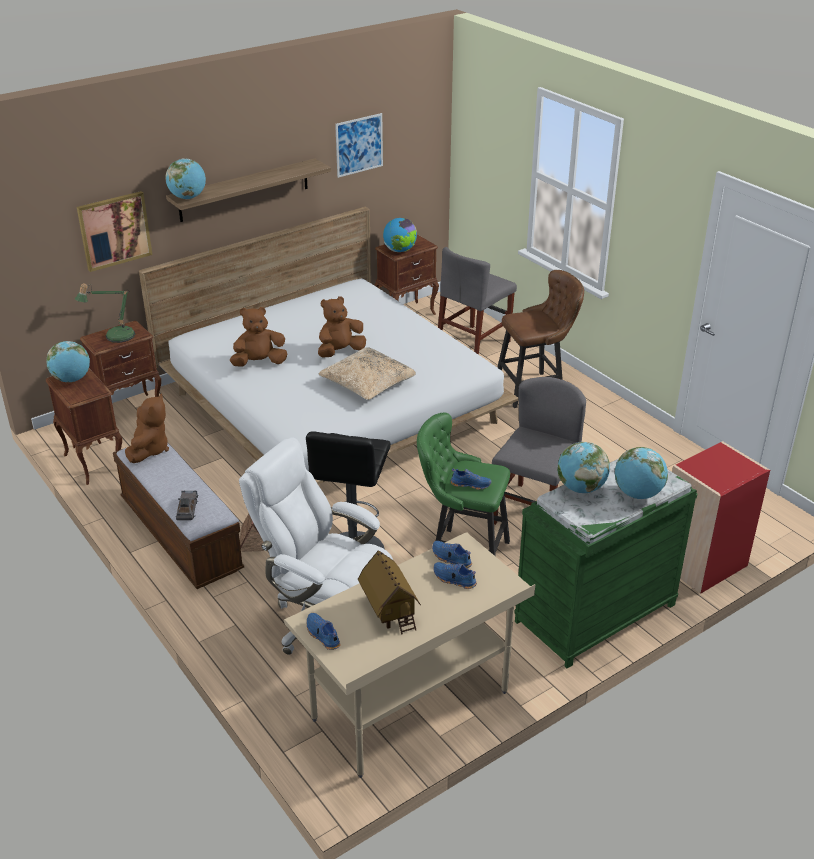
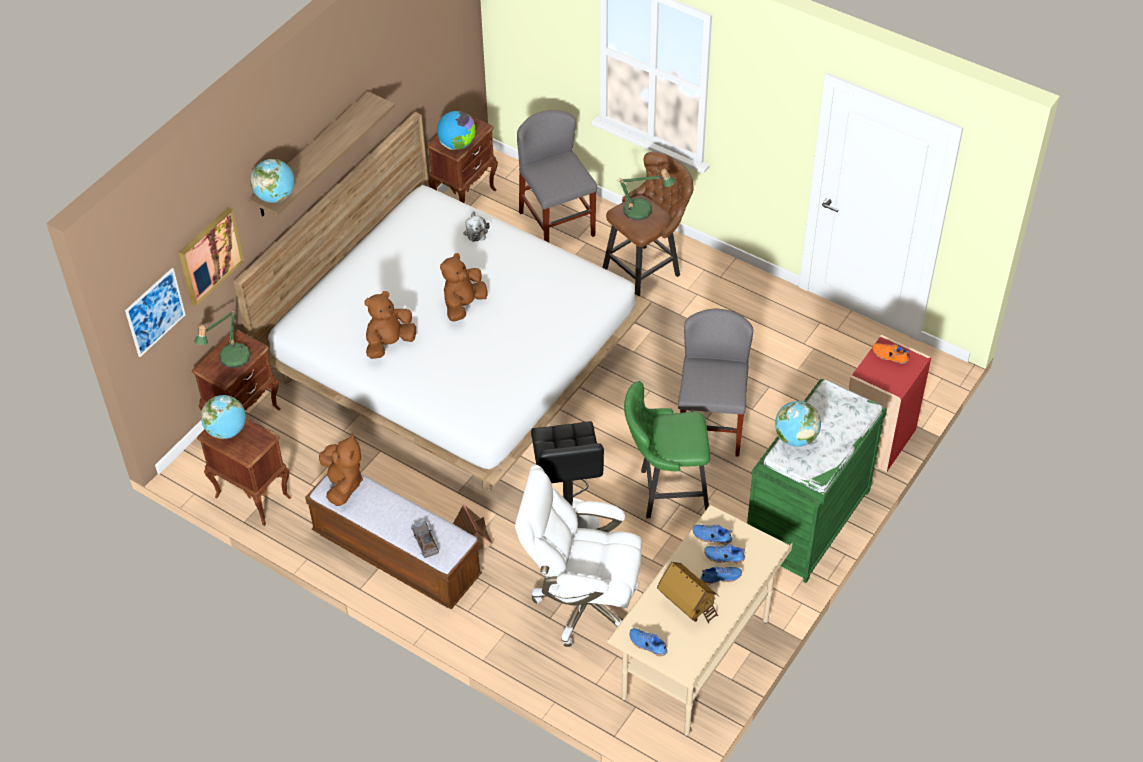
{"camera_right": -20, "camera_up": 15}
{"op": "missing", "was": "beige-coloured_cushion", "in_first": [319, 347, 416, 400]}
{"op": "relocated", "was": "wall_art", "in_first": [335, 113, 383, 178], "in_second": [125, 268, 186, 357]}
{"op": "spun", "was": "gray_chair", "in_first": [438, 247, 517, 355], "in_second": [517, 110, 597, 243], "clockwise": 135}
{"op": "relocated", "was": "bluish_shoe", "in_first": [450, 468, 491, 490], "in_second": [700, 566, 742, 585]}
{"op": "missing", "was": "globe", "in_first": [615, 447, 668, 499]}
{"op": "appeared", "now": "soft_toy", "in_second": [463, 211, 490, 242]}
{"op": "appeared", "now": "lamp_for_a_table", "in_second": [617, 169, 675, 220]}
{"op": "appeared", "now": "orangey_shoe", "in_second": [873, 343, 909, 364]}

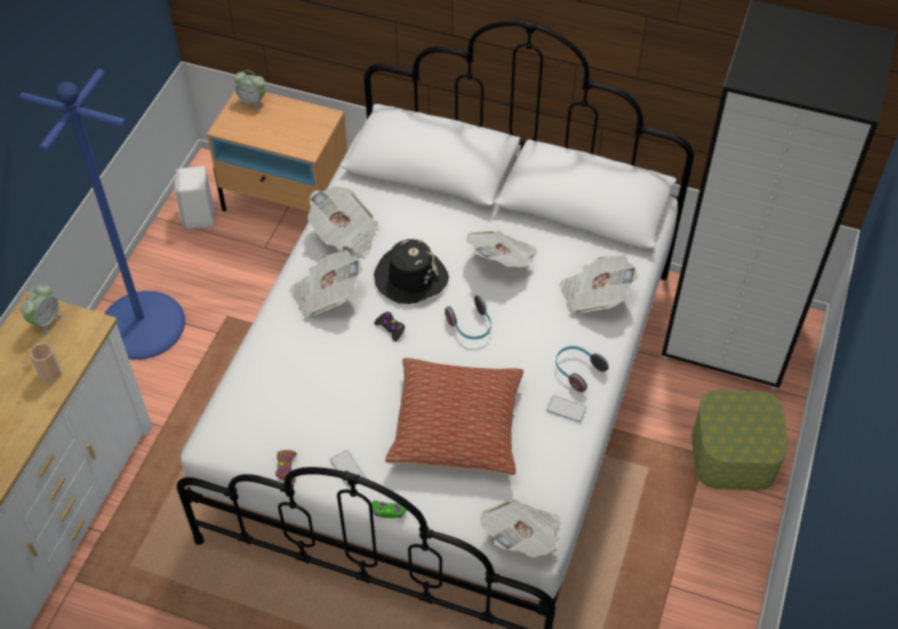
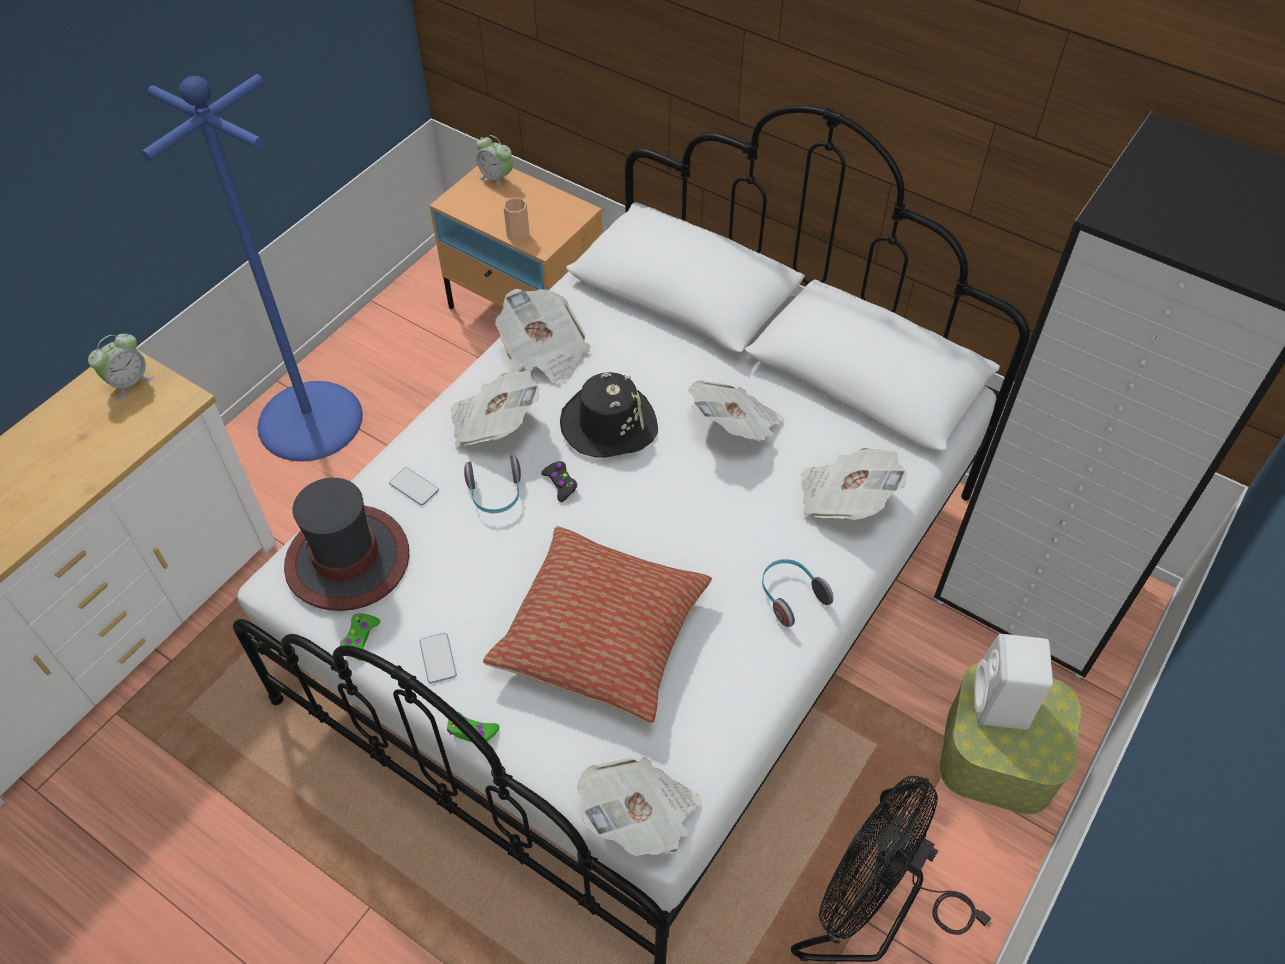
{"camera_right": 15, "camera_up": 0}
{"op": "relocated", "was": "cup", "in_first": [30, 343, 61, 382], "in_second": [503, 198, 530, 242]}
{"op": "relocated", "was": "white_audio_speaker", "in_first": [175, 166, 214, 230], "in_second": [974, 634, 1053, 730]}
{"op": "colour", "was": "brown-coloured_game_controller", "now": "green-coloured_game_controller", "in_first": [275, 450, 297, 483], "in_second": [340, 614, 380, 661]}
{"op": "relocated", "was": "headphones", "in_first": [445, 295, 491, 340], "in_second": [464, 455, 521, 513]}
{"op": "relocated", "was": "phone", "in_first": [547, 395, 587, 422], "in_second": [389, 467, 439, 506]}
{"op": "appeared", "now": "wearable_hat", "in_second": [284, 478, 409, 611]}
{"op": "appeared", "now": "black-coloured_cooling_fan", "in_second": [791, 776, 992, 962]}

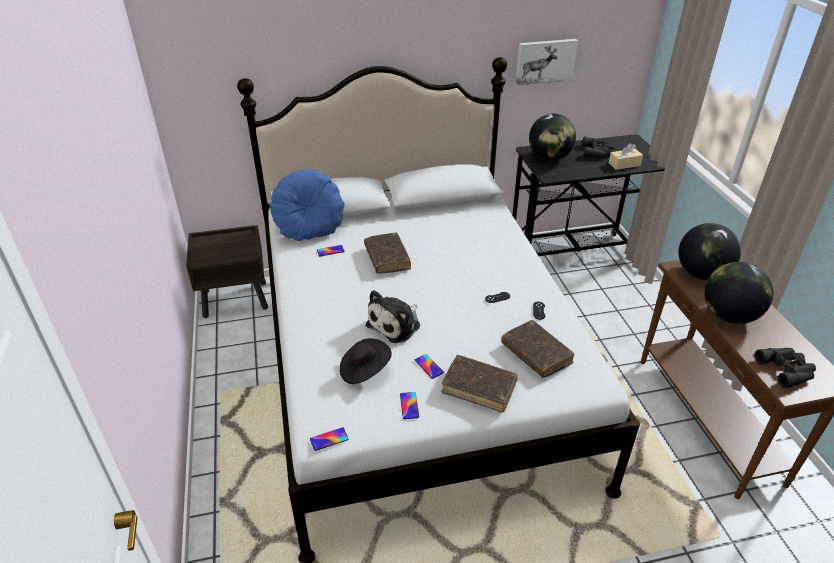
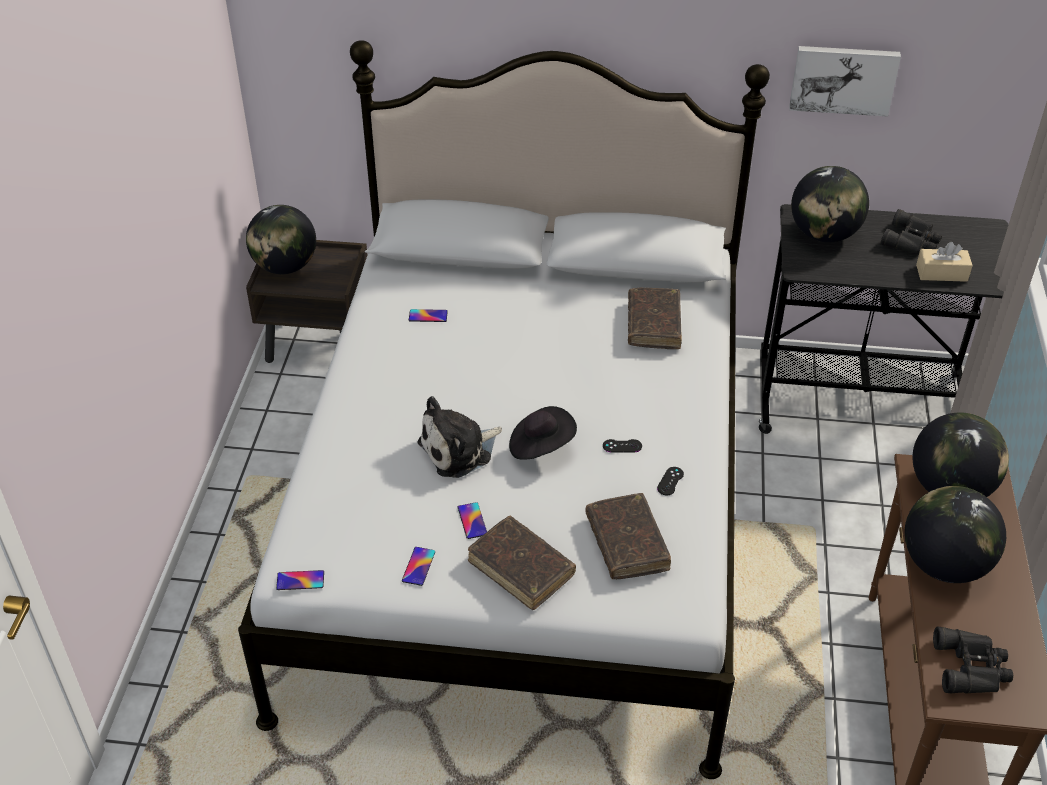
{"camera_right": 20, "camera_up": 5}
{"op": "missing", "was": "bluish_cushion", "in_first": [270, 169, 345, 241]}
{"op": "relocated", "was": "black-coloured_wearable_hat", "in_first": [340, 338, 392, 384], "in_second": [509, 406, 577, 460]}
{"op": "relocated", "was": "brown-coloured_bound_book", "in_first": [364, 232, 411, 274], "in_second": [628, 287, 682, 349]}
{"op": "appeared", "now": "globe", "in_second": [246, 205, 316, 274]}

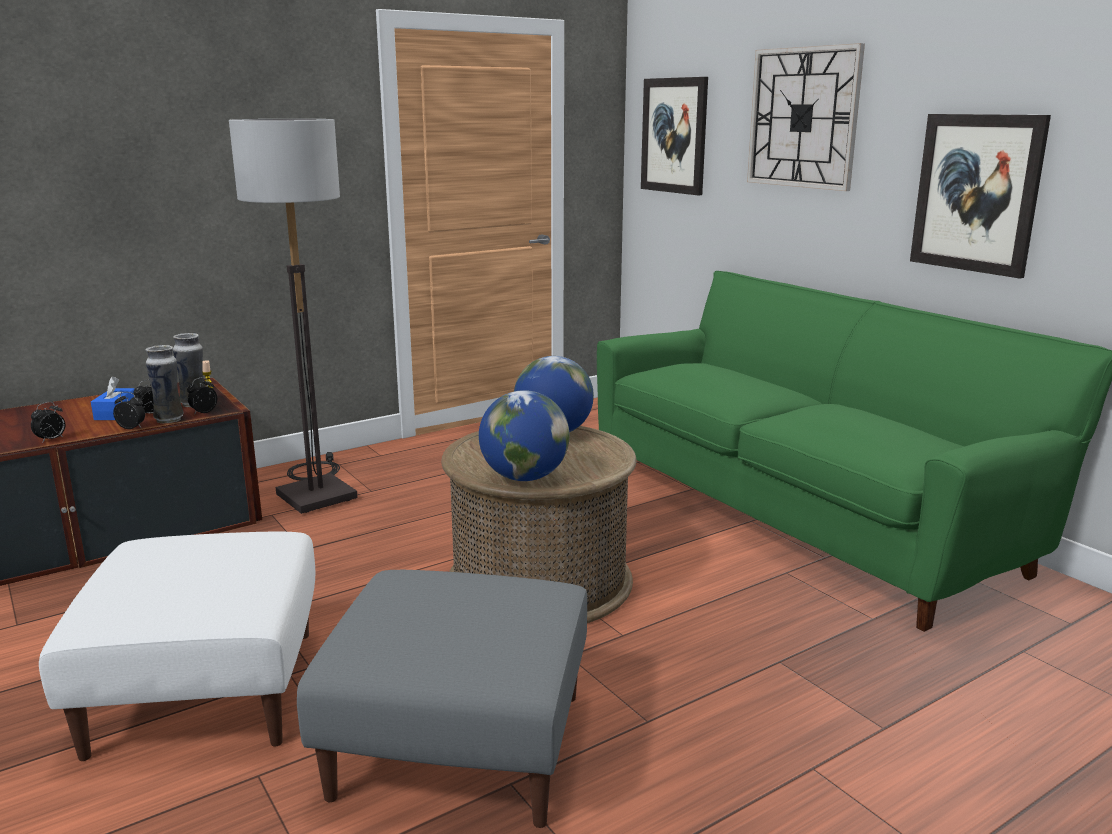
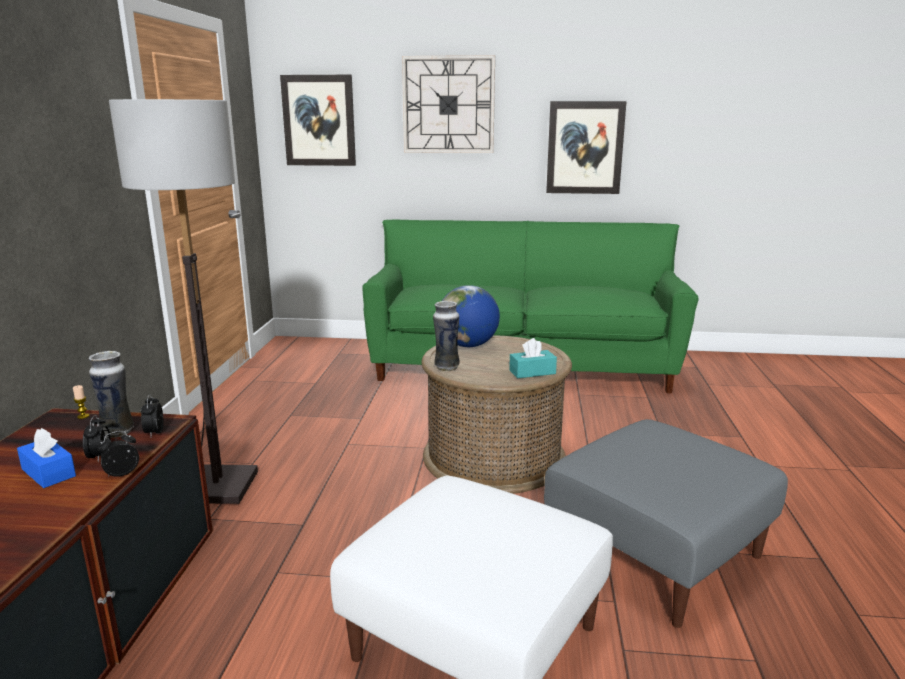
{"camera_right": -50, "camera_up": 0}
{"op": "missing", "was": "bedside_clock", "in_first": [31, 402, 65, 442]}
{"op": "relocated", "was": "flower_vase", "in_first": [146, 345, 184, 423], "in_second": [433, 301, 460, 371]}
{"op": "exchanged", "was": "globe", "now": "turquoise_box_of_tissues", "in_first": [479, 390, 570, 481], "in_second": [509, 338, 557, 378]}

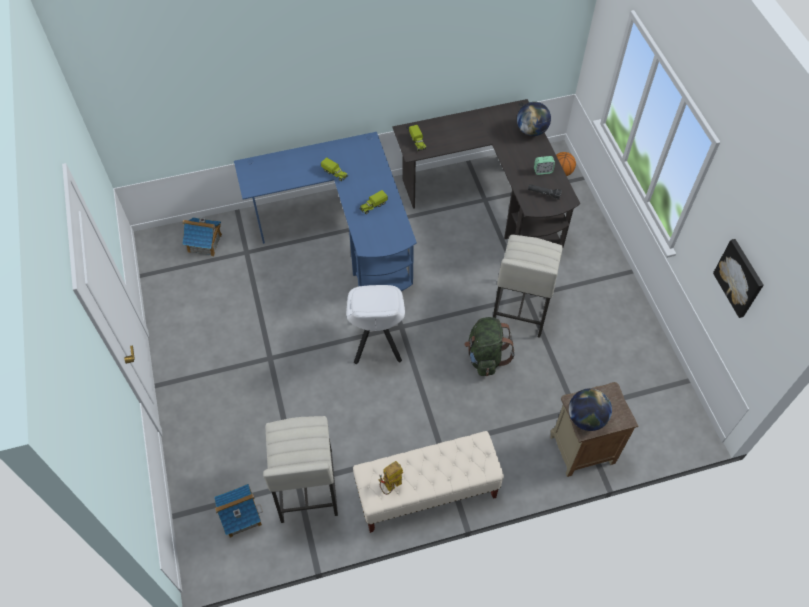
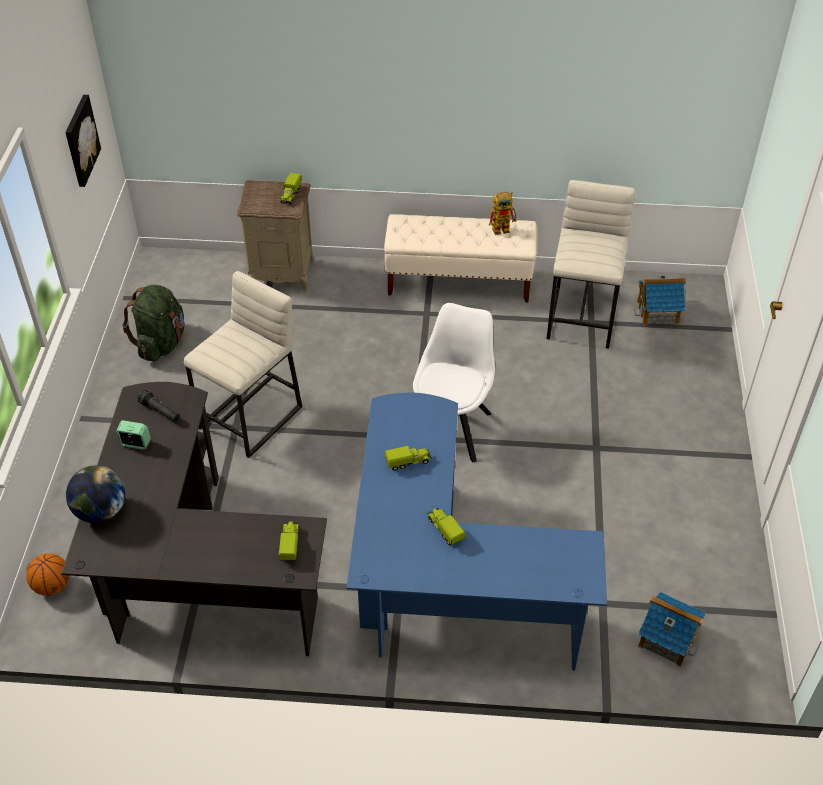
{"camera_right": -160, "camera_up": -10}
{"op": "relocated", "was": "green-coloured_knapsack", "in_first": [464, 317, 515, 376], "in_second": [123, 285, 185, 361]}
{"op": "exchanged", "was": "globe", "now": "model_truck", "in_first": [569, 388, 612, 431], "in_second": [280, 173, 302, 205]}

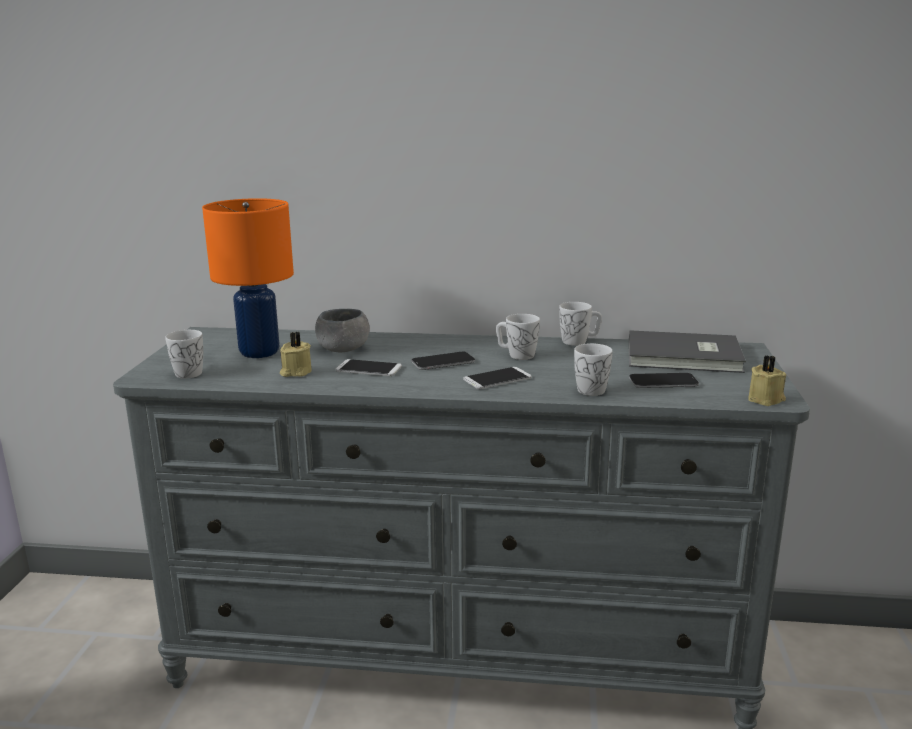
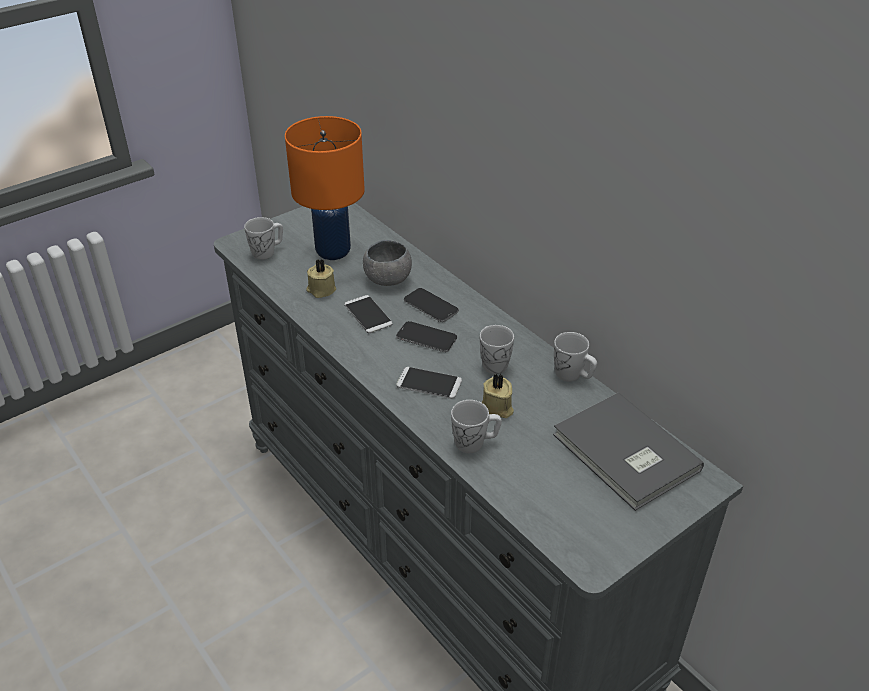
{"camera_right": 45, "camera_up": 20}
{"op": "relocated", "was": "phone", "in_first": [629, 373, 699, 388], "in_second": [404, 288, 459, 322]}
{"op": "relocated", "was": "beige-coloured_wax_candle", "in_first": [748, 355, 786, 406], "in_second": [482, 374, 514, 418]}

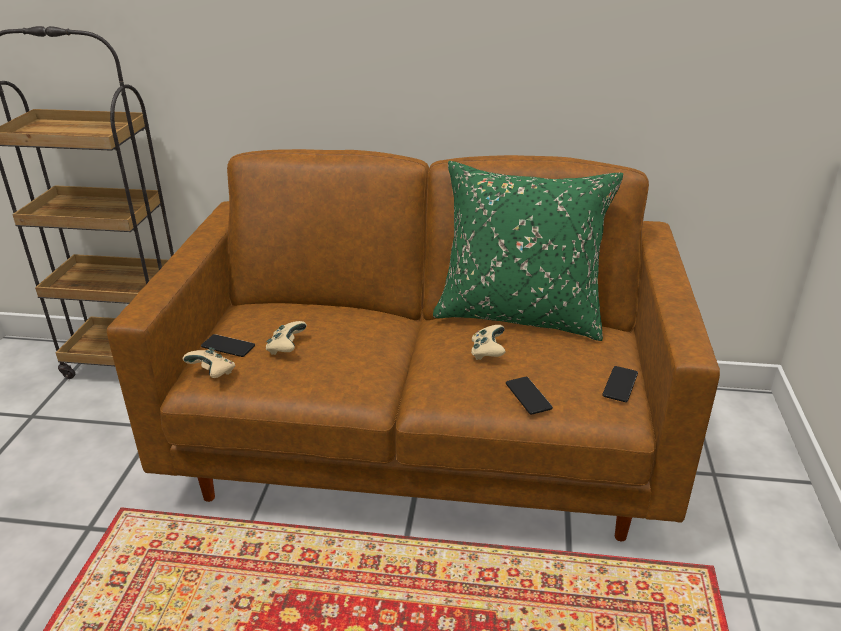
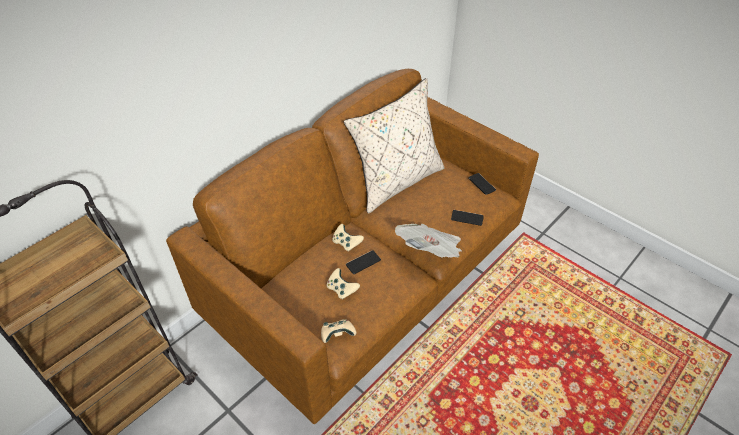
{"camera_right": -55, "camera_up": 15}
{"op": "relocated", "was": "phone", "in_first": [201, 334, 255, 357], "in_second": [346, 250, 381, 274]}
{"op": "colour", "was": "green-coloured_cushion", "now": "beige-coloured_cushion", "in_first": [433, 161, 623, 341], "in_second": [344, 78, 444, 213]}
{"op": "relocated", "was": "beige-coloured_game_controller", "in_first": [471, 325, 505, 360], "in_second": [332, 224, 364, 252]}
{"op": "appeared", "now": "daily_paper", "in_second": [395, 224, 462, 258]}

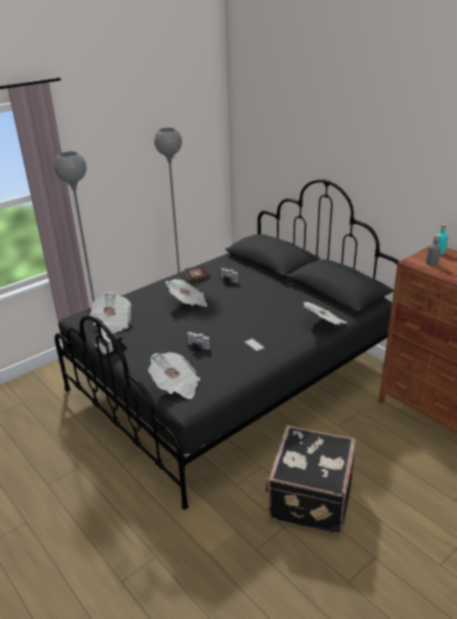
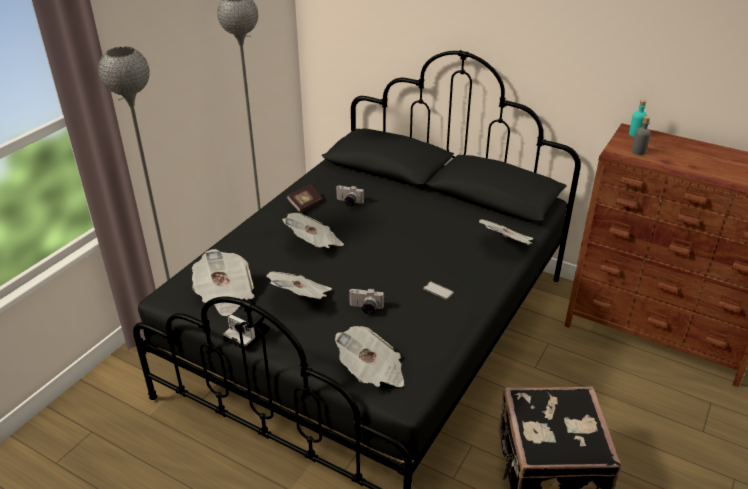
{"camera_right": -20, "camera_up": 5}
{"op": "appeared", "now": "daily_paper", "in_second": [266, 271, 332, 299]}

